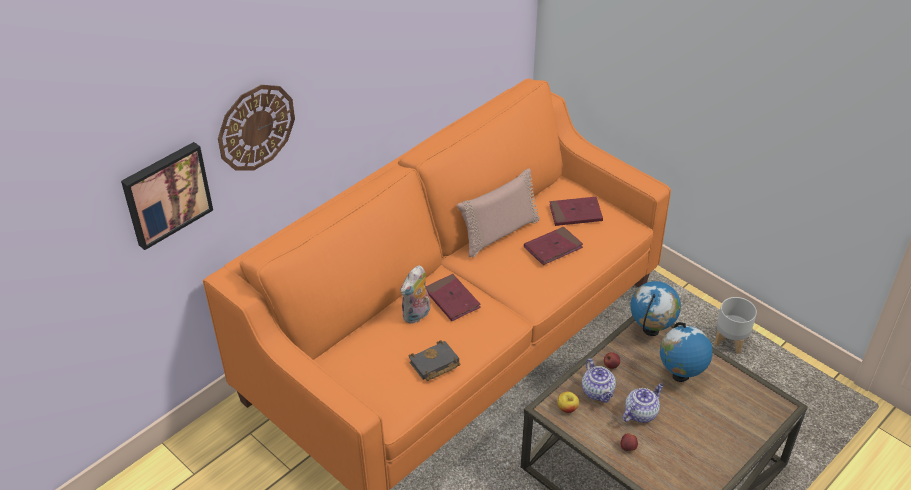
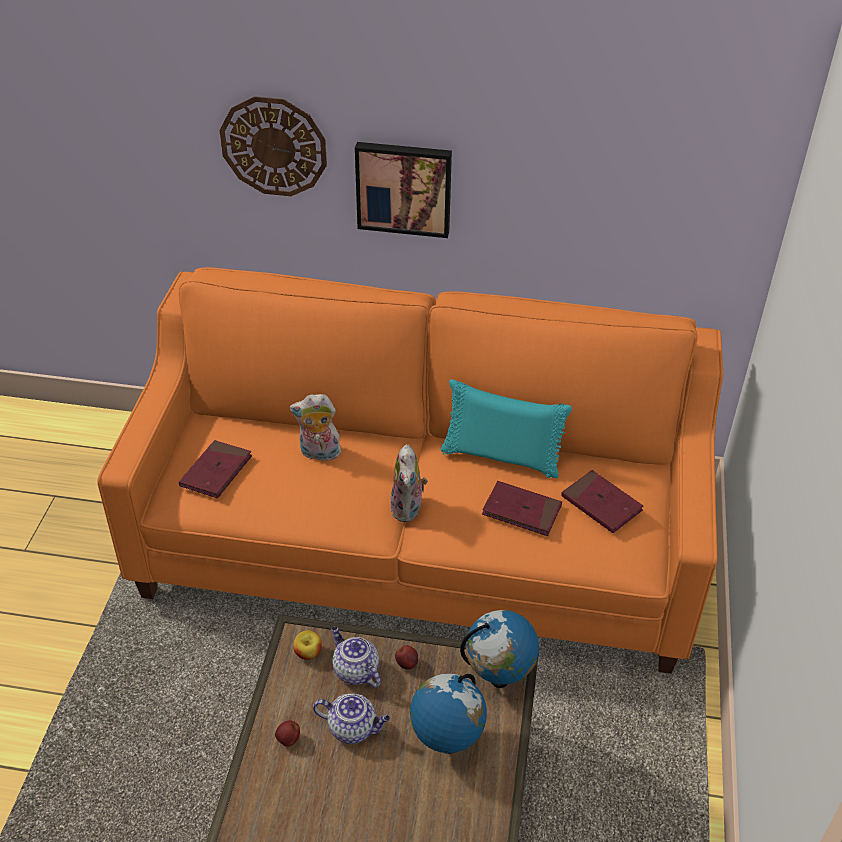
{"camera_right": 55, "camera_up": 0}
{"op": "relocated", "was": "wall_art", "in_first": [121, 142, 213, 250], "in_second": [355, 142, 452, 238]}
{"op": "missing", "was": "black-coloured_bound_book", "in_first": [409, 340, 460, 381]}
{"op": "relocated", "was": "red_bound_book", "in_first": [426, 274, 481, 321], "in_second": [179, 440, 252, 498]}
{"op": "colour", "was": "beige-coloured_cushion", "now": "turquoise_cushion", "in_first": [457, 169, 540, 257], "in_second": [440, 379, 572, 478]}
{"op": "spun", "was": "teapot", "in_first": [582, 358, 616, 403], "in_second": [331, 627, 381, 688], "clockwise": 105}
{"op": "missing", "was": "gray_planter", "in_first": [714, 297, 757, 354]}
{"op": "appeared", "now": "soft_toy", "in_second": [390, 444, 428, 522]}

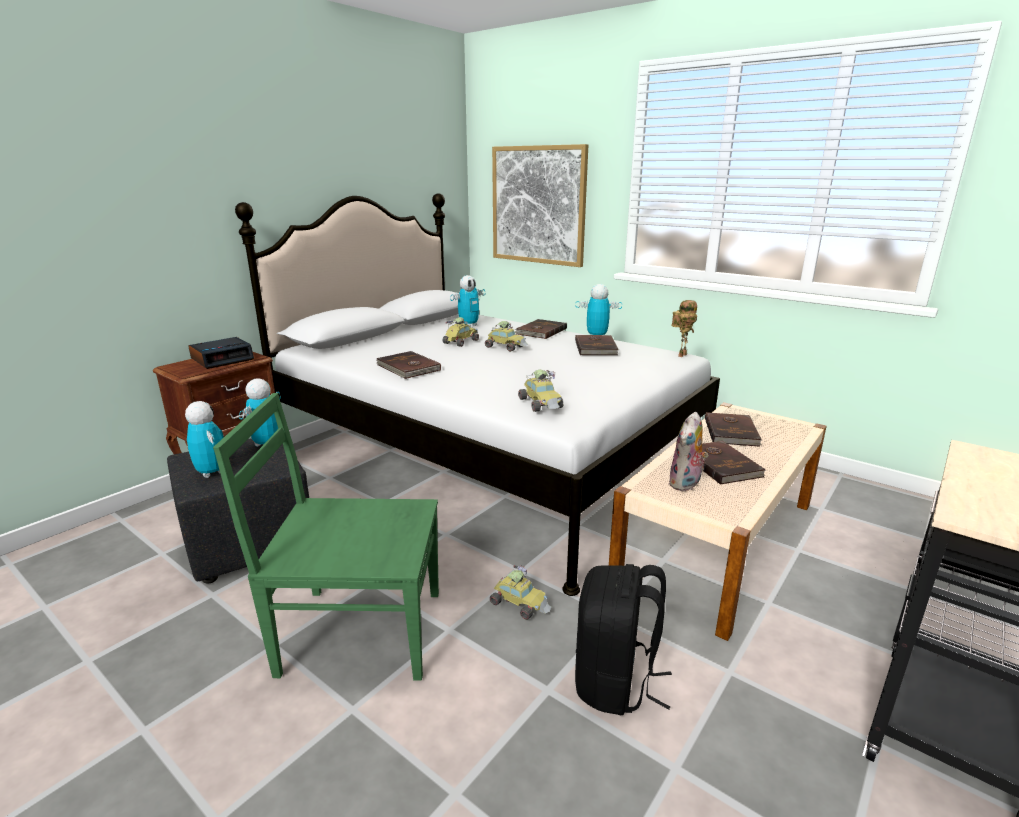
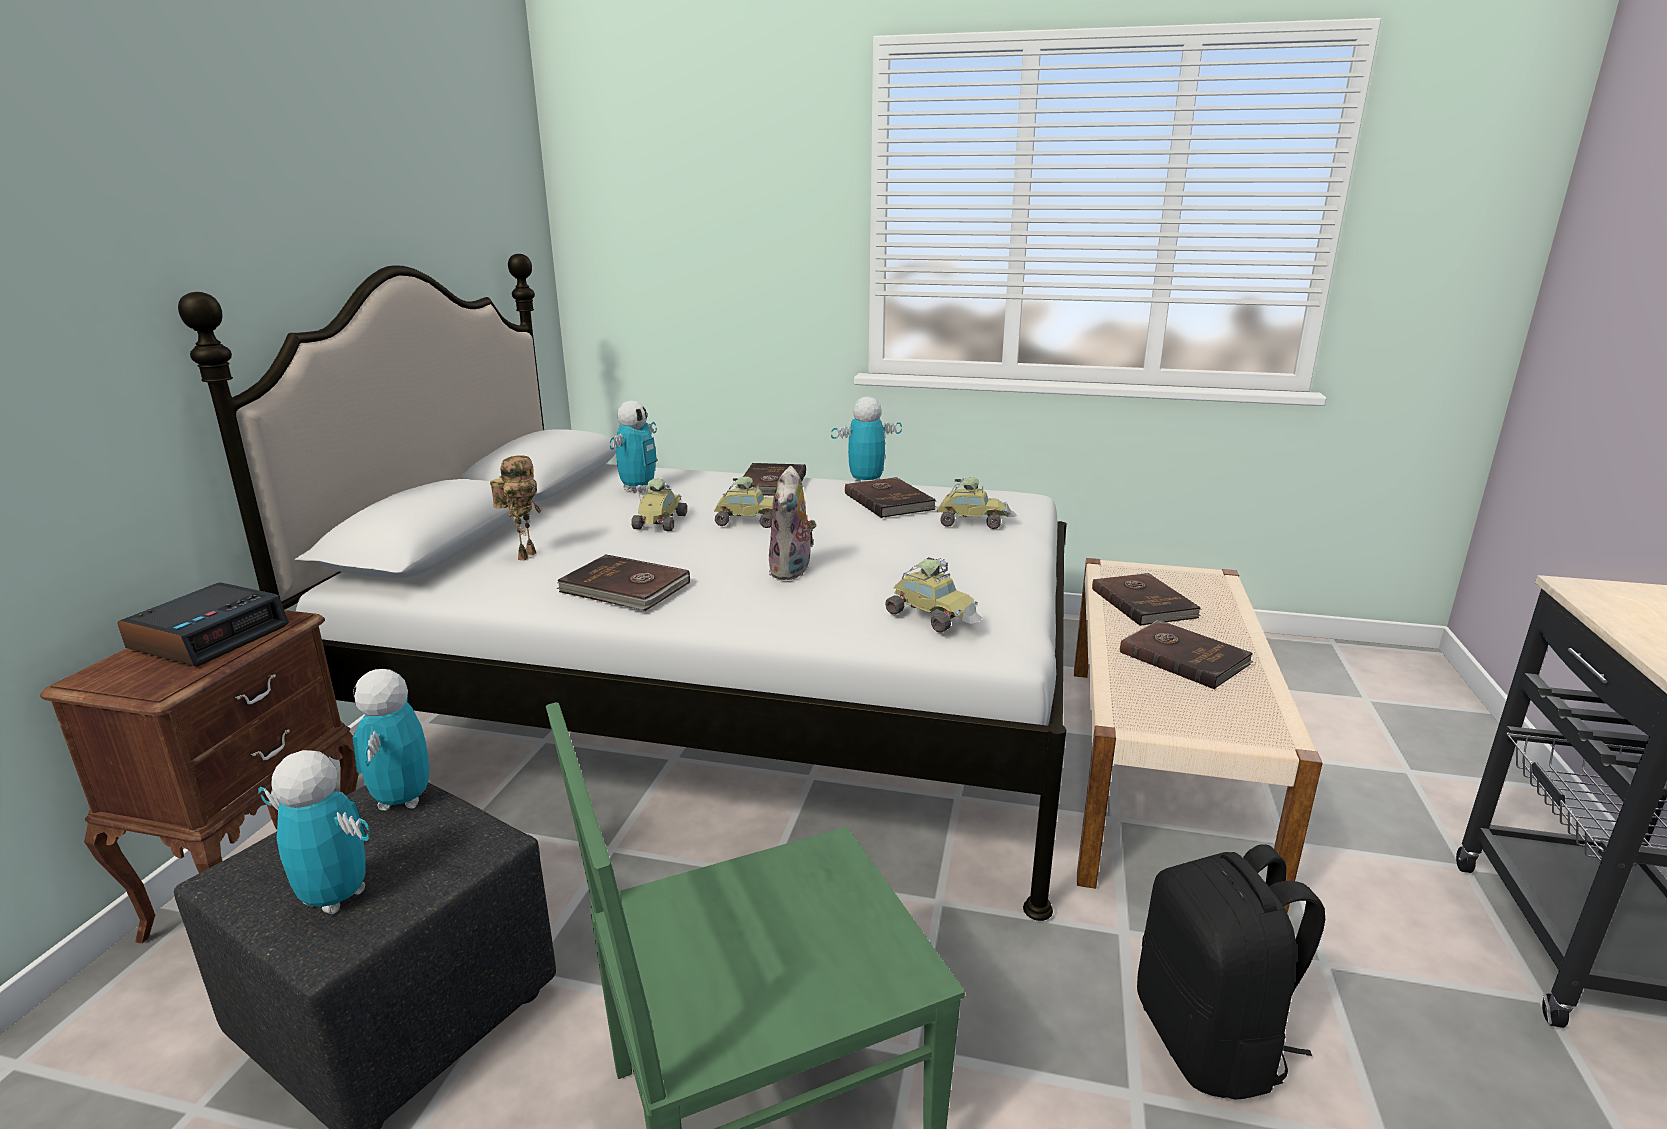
{"camera_right": -25, "camera_up": 0}
{"op": "relocated", "was": "miniature_car", "in_first": [490, 565, 551, 620], "in_second": [937, 477, 1017, 529]}
{"op": "missing", "was": "wall_art", "in_first": [492, 144, 588, 267]}
{"op": "relocated", "was": "soft_toy", "in_first": [668, 412, 708, 491], "in_second": [769, 466, 816, 580]}
{"op": "relocated", "was": "model_robot", "in_first": [671, 300, 697, 357], "in_second": [490, 456, 541, 561]}

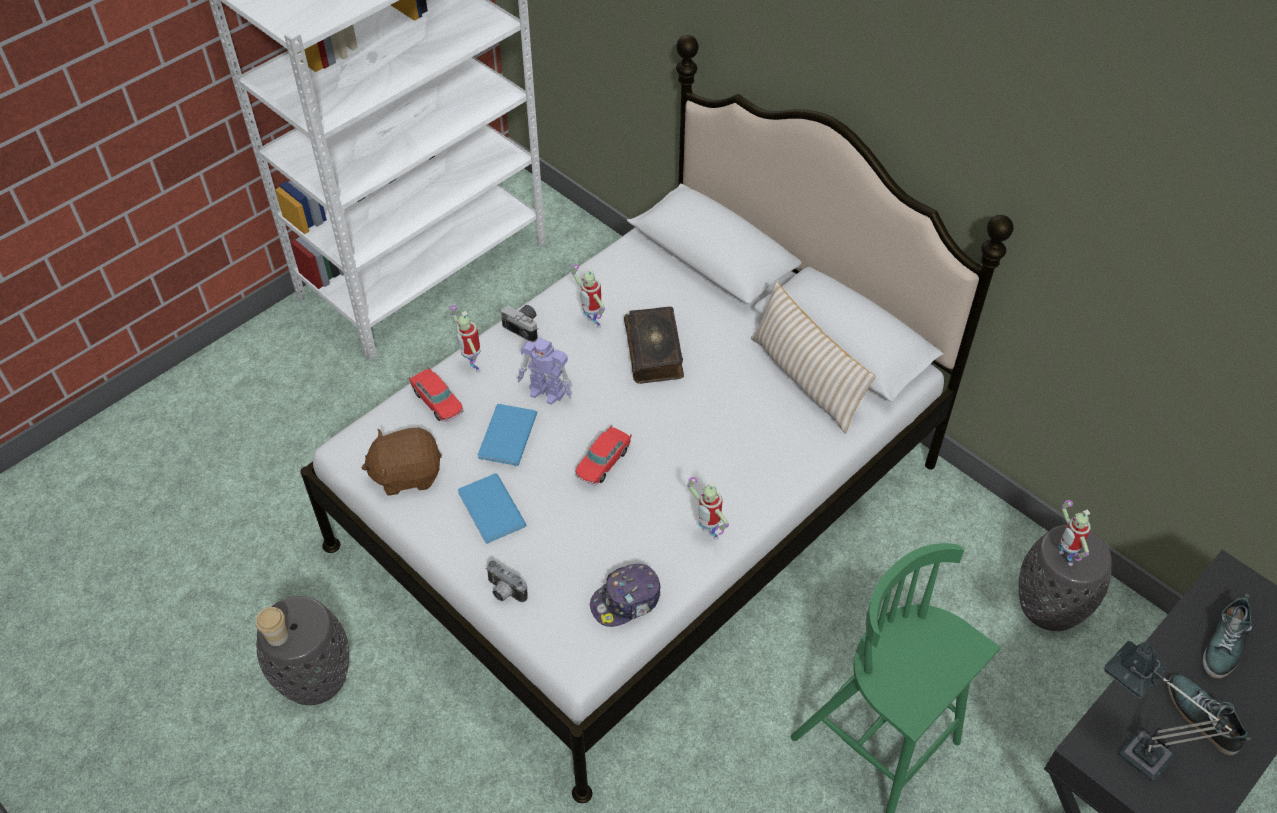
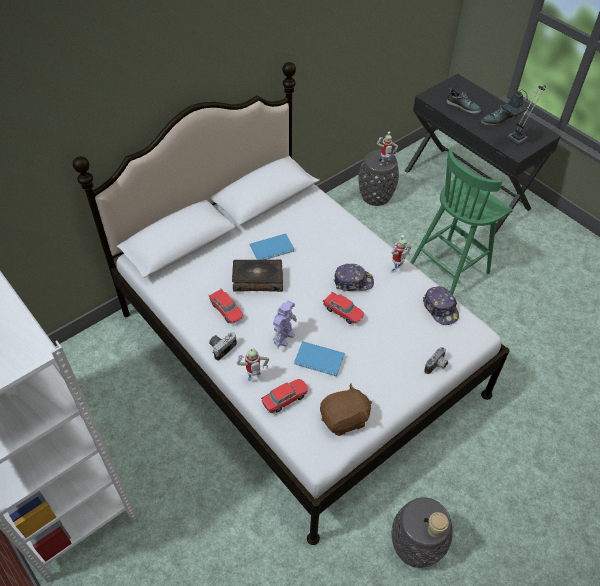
{"camera_right": -85, "camera_up": 0}
{"op": "spun", "was": "brown-coloured_soft_toy", "in_first": [361, 428, 442, 496], "in_second": [320, 383, 372, 436], "clockwise": -105}
{"op": "relocated", "was": "bluish_bound_book", "in_first": [458, 473, 527, 544], "in_second": [249, 233, 294, 260]}
{"op": "exchanged", "was": "model_robot", "now": "miniature_car", "in_first": [571, 264, 605, 328], "in_second": [209, 289, 244, 324]}
{"op": "missing", "was": "beige-coloured_cushion", "in_first": [751, 282, 876, 434]}
{"op": "appeared", "now": "baseball_cap", "in_second": [334, 264, 374, 291]}

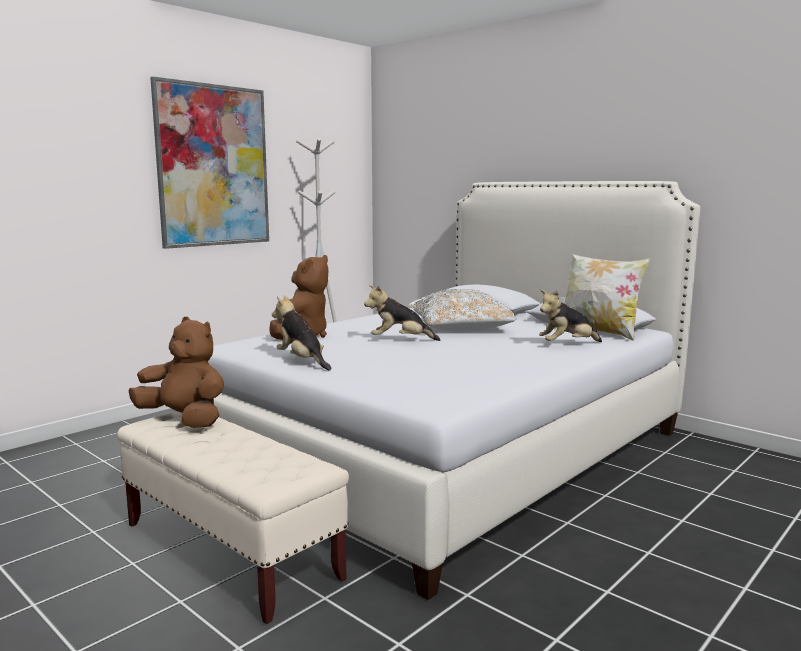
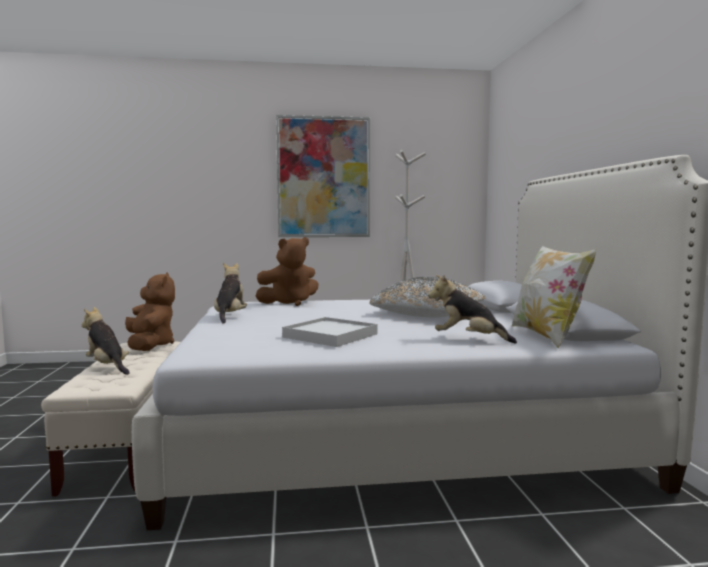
{"camera_right": 40, "camera_up": -5}
{"op": "relocated", "was": "soft_toy", "in_first": [364, 285, 440, 341], "in_second": [82, 307, 130, 375]}
{"op": "appeared", "now": "white_serving_tray", "in_second": [282, 317, 377, 347]}

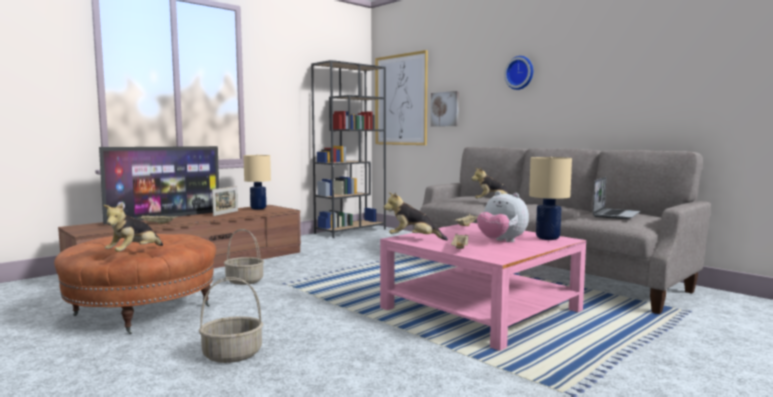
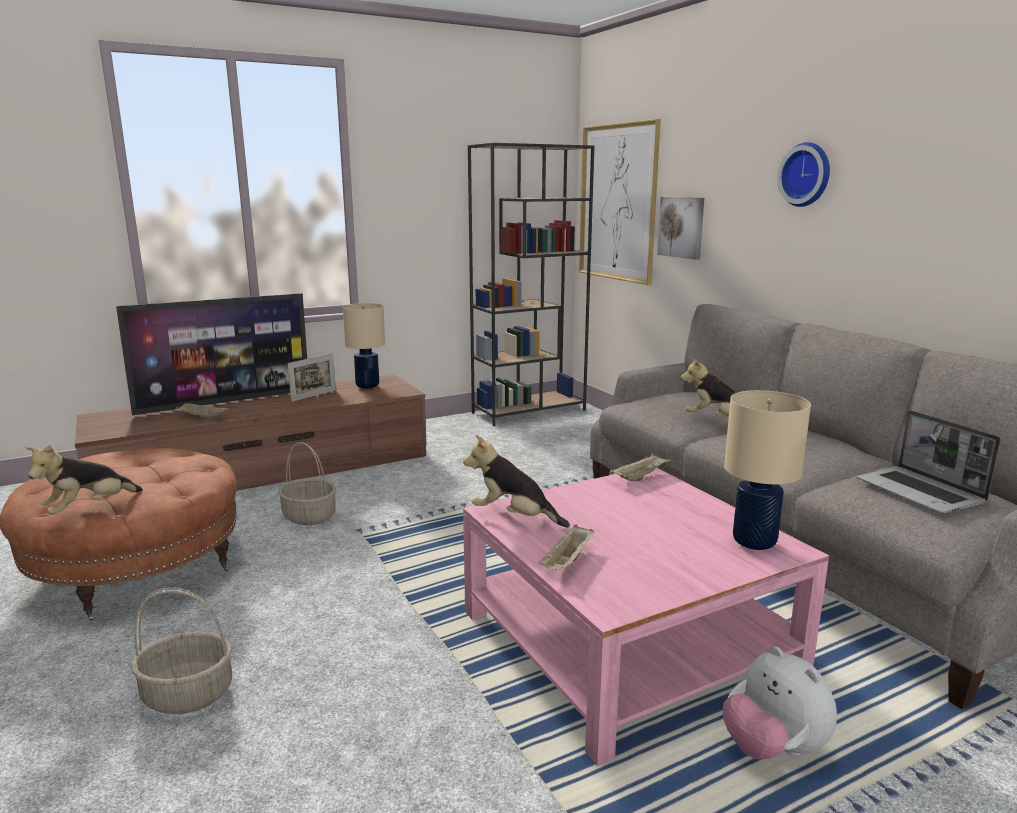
{"camera_right": 15, "camera_up": 10}
{"op": "relocated", "was": "soft_toy", "in_first": [477, 191, 529, 242], "in_second": [723, 647, 837, 759]}
{"op": "spun", "was": "portable_computer", "in_first": [593, 177, 640, 219], "in_second": [856, 410, 1001, 514], "clockwise": 105}

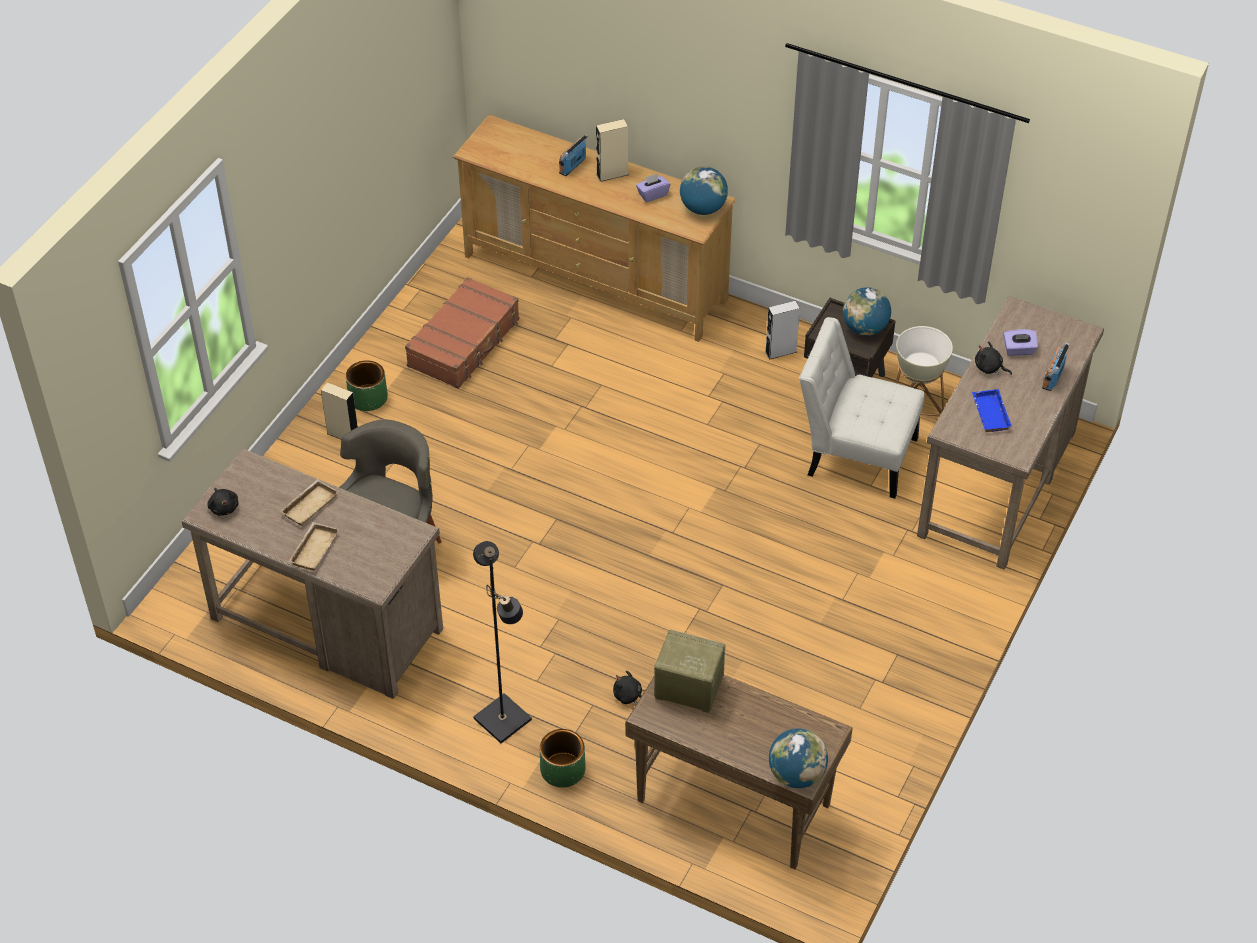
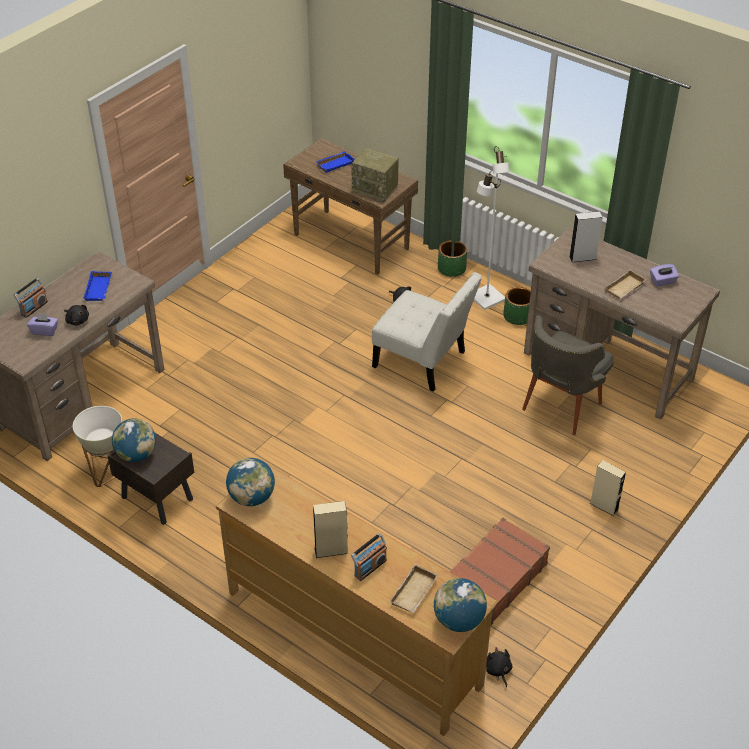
{"camera_right": -170, "camera_up": -5}
{"op": "relocated", "was": "black-coloured_soft_toy", "in_first": [207, 488, 239, 516], "in_second": [486, 647, 513, 688]}
{"op": "relocated", "was": "beige-coloured_serving_tray", "in_first": [288, 522, 339, 571], "in_second": [390, 564, 438, 613]}
{"op": "relocated", "was": "green-coloured_planter", "in_first": [346, 360, 388, 411], "in_second": [503, 287, 531, 325]}
{"op": "colour", "was": "black-coloured_standard_lamp", "now": "white_standard_lamp", "in_first": [473, 541, 532, 743], "in_second": [474, 146, 509, 310]}
{"op": "relocated", "was": "purplish_box_of_tissues", "in_first": [636, 173, 670, 202], "in_second": [650, 264, 679, 286]}
{"op": "relocated", "was": "gray_audio_speaker", "in_first": [765, 300, 800, 360], "in_second": [569, 211, 603, 262]}
{"op": "relocated", "was": "globe", "in_first": [769, 728, 828, 788], "in_second": [434, 578, 487, 632]}
{"op": "relocated", "was": "white_chair", "in_first": [799, 317, 925, 499], "in_second": [372, 272, 482, 392]}
{"op": "appeared", "now": "bluish_serving_tray", "in_second": [315, 152, 355, 173]}

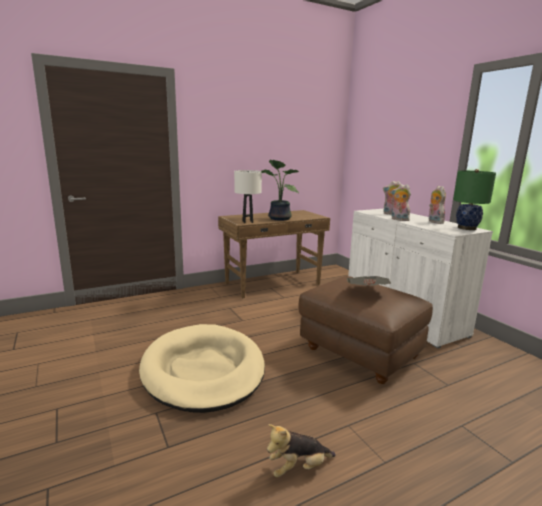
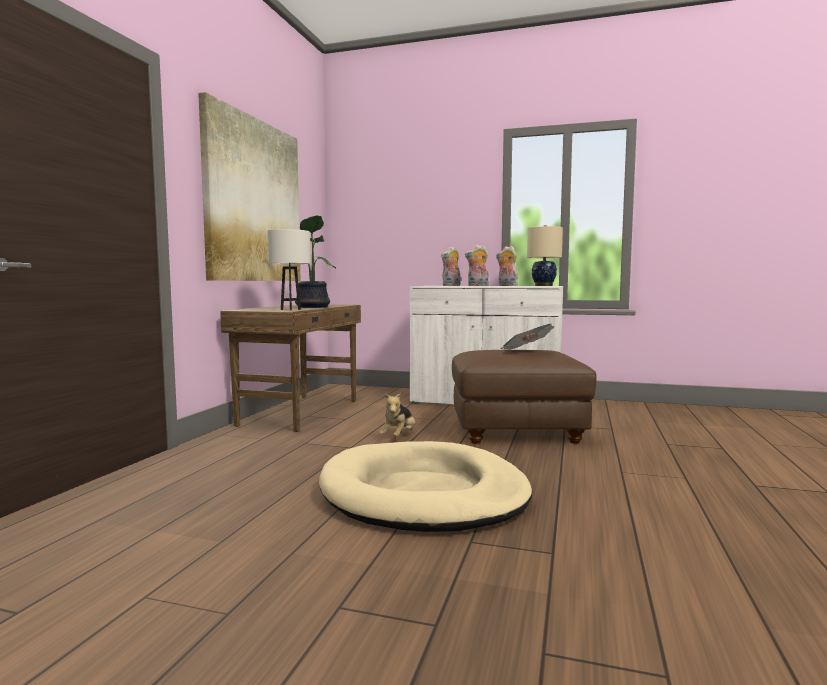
{"camera_right": -45, "camera_up": -10}
{"op": "relocated", "was": "soft_toy", "in_first": [267, 424, 336, 478], "in_second": [379, 392, 415, 437]}
{"op": "colour", "was": "green-coloured_lamp_for_a_table", "now": "beige-coloured_lamp_for_a_table", "in_first": [453, 169, 496, 230], "in_second": [527, 225, 563, 286]}
{"op": "appeared", "now": "wall_art", "in_second": [198, 92, 301, 281]}

